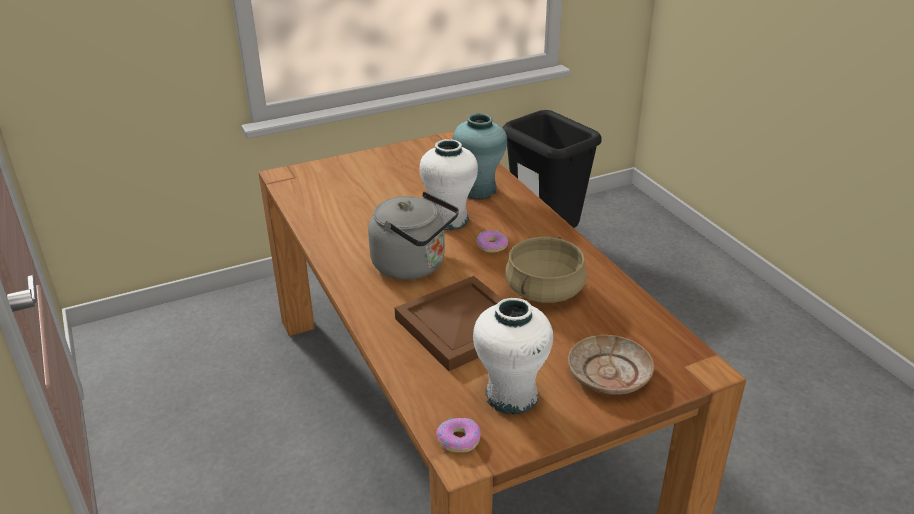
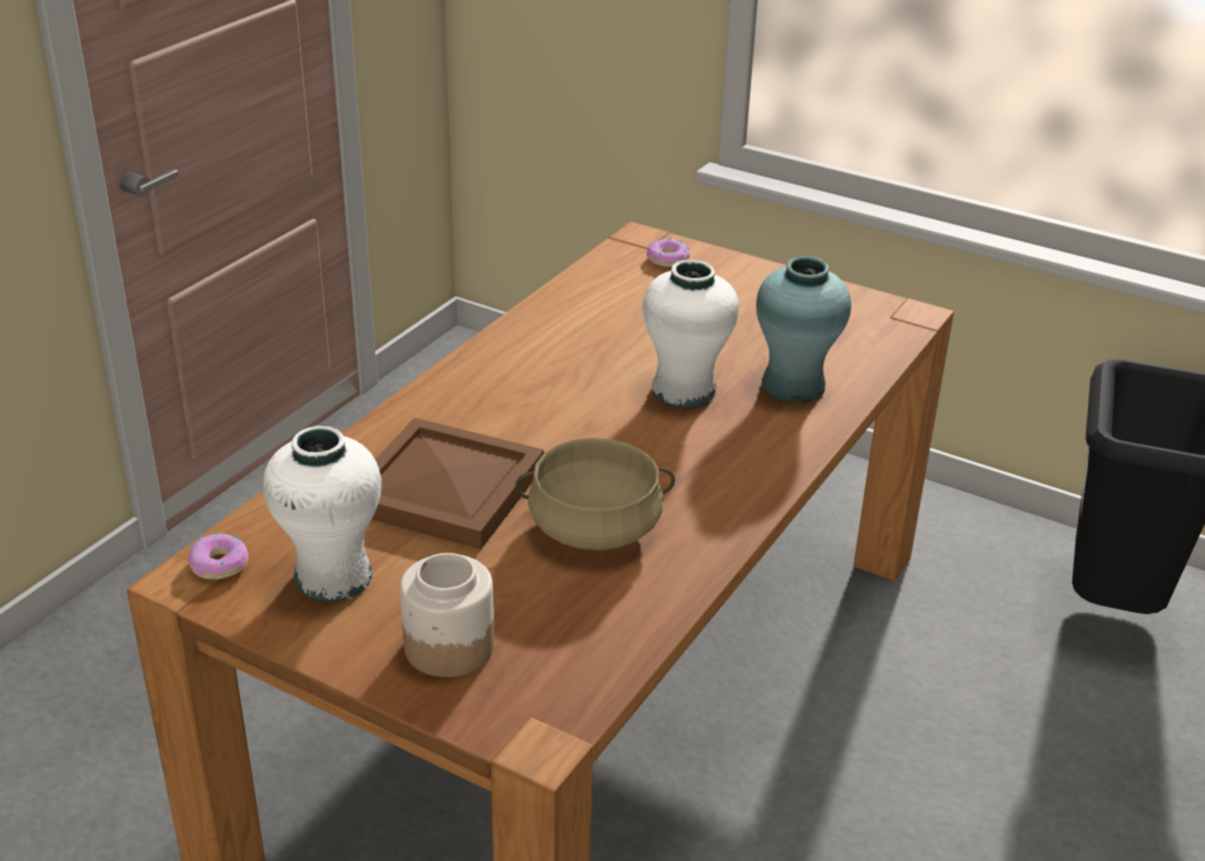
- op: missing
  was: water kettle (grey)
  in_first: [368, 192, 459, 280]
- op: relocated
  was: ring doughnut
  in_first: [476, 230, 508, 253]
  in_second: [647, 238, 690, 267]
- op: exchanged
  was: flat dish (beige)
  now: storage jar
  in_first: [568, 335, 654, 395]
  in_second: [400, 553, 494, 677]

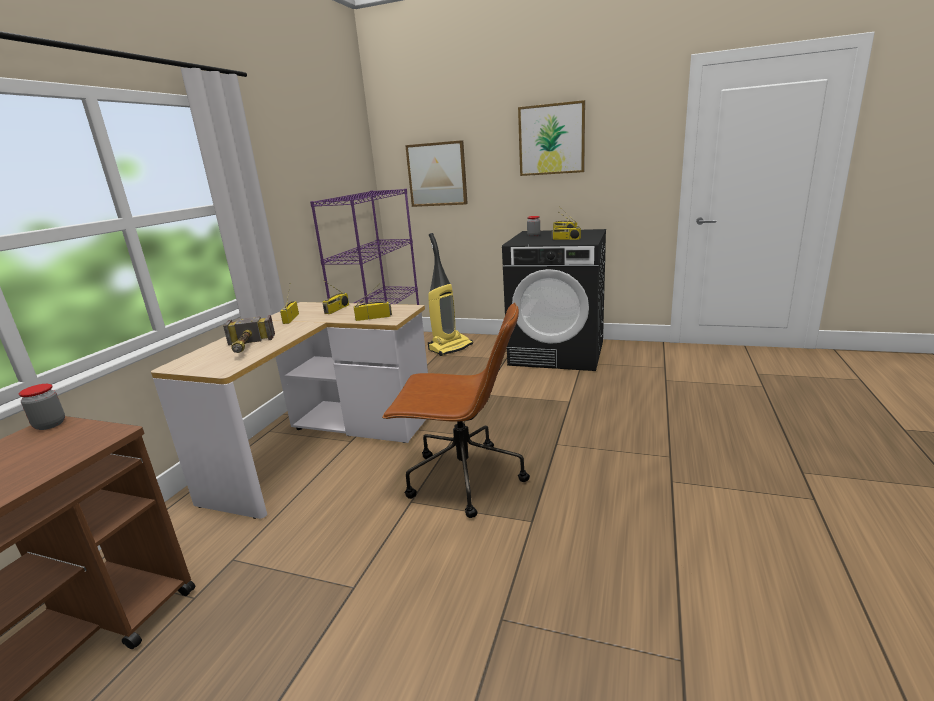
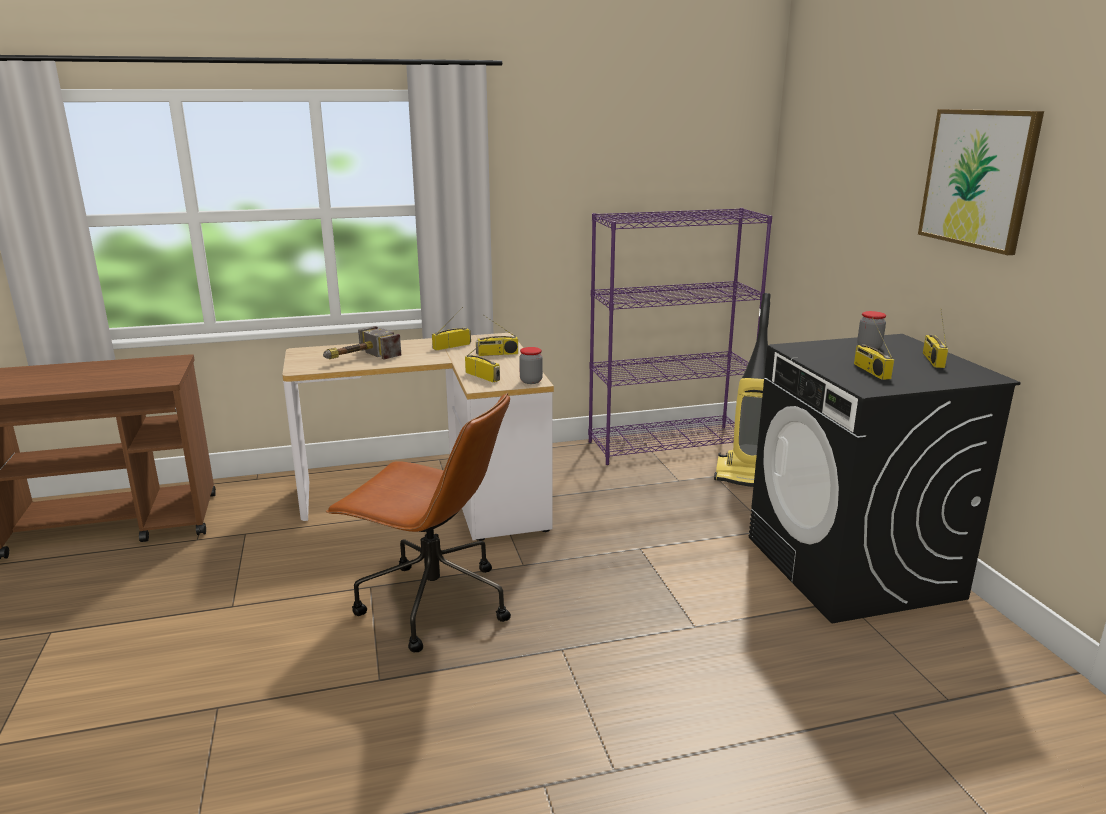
- op: relocated
  was: storage jar
  in_first: [19, 384, 65, 430]
  in_second: [519, 347, 543, 384]
- op: spun
  was: computer chair (brown-coloured)
  in_first: [382, 302, 530, 518]
  in_second: [326, 392, 511, 653]
  clockwise: -45
- op: missing
  was: wall picture
  in_first: [405, 140, 468, 207]

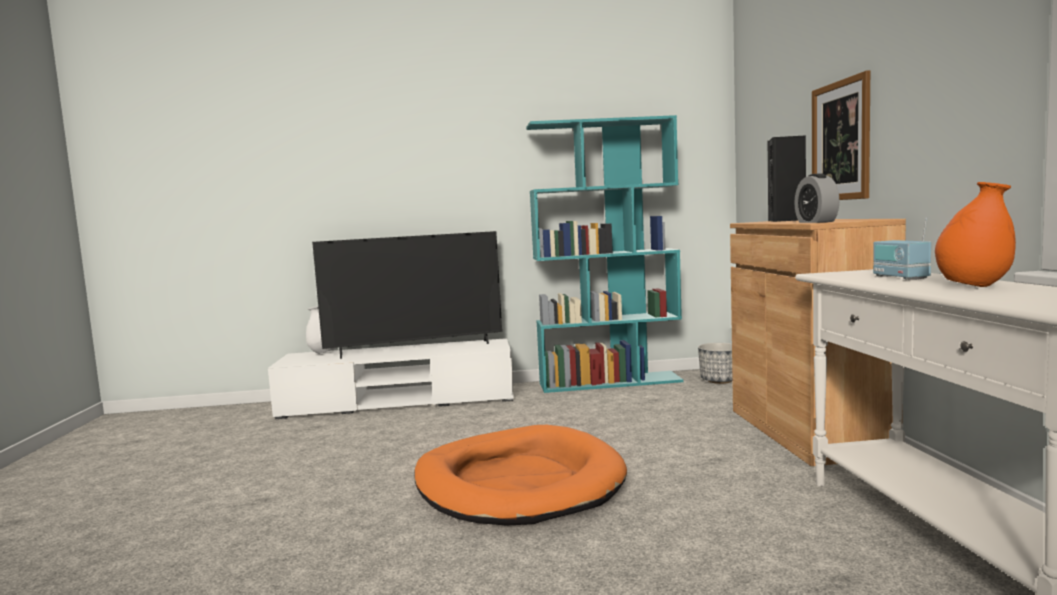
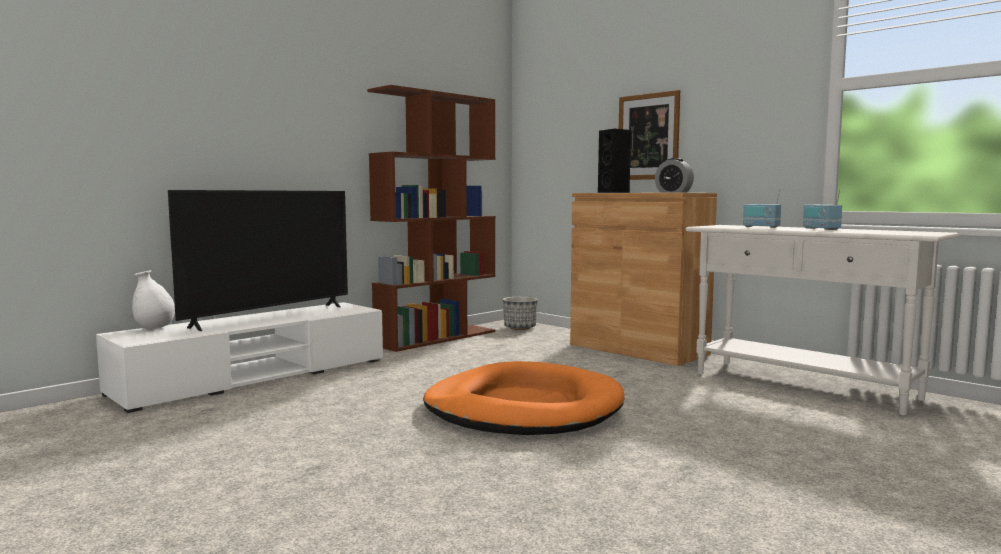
- op: colour
  was: bookshelf (blue-green)
  now: bookshelf (brown-coloured)
  in_first: [526, 115, 683, 393]
  in_second: [367, 85, 496, 352]
- op: exchanged
  was: decorative vase (orange)
  now: radio receiver
  in_first: [935, 182, 1016, 287]
  in_second: [803, 189, 842, 230]

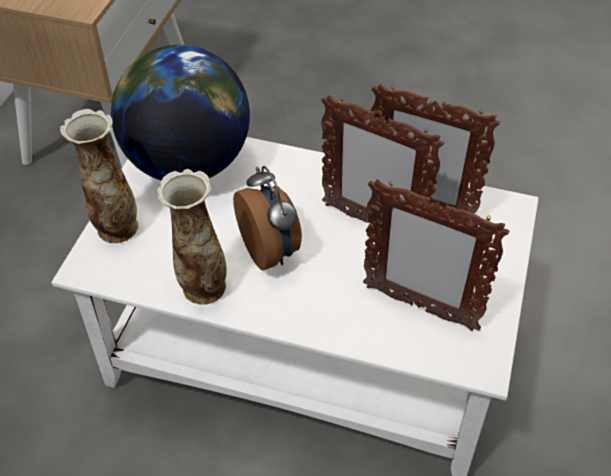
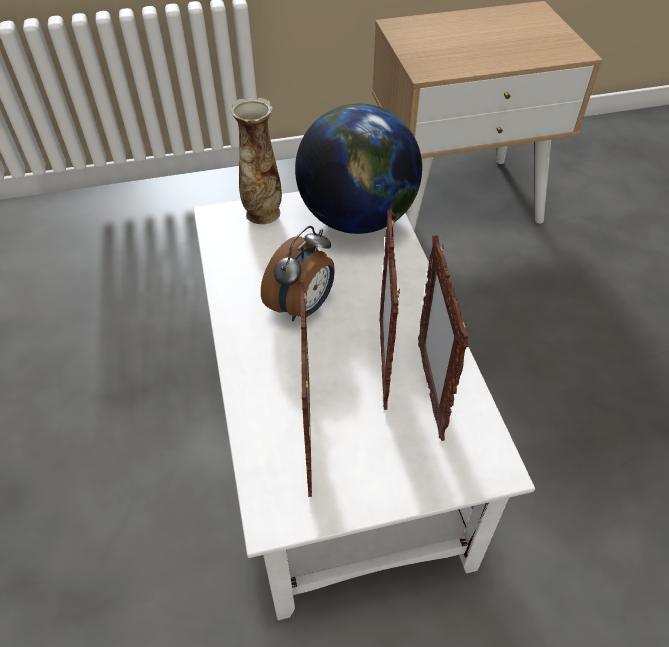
- op: missing
  was: decorative vase
  in_first: [157, 169, 227, 305]

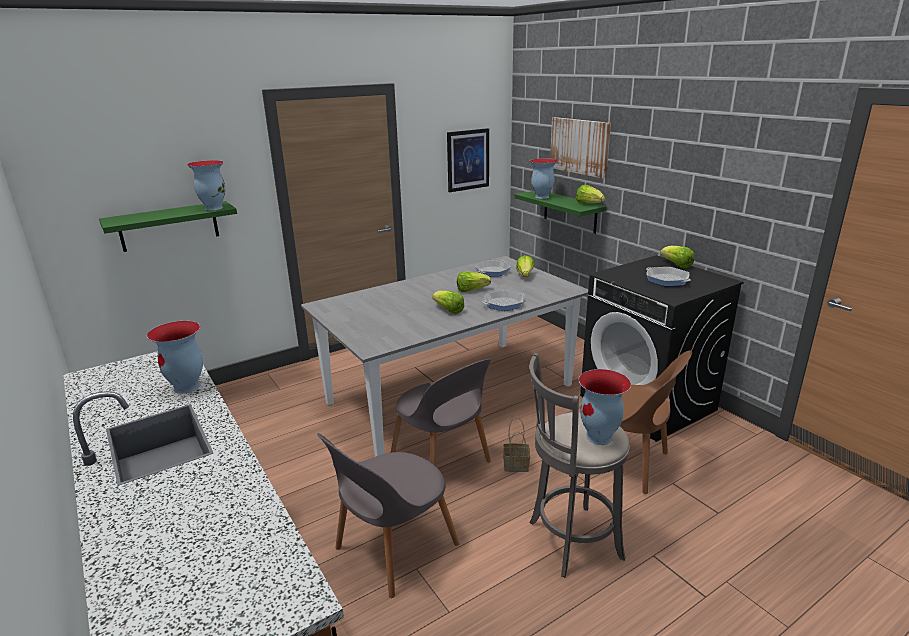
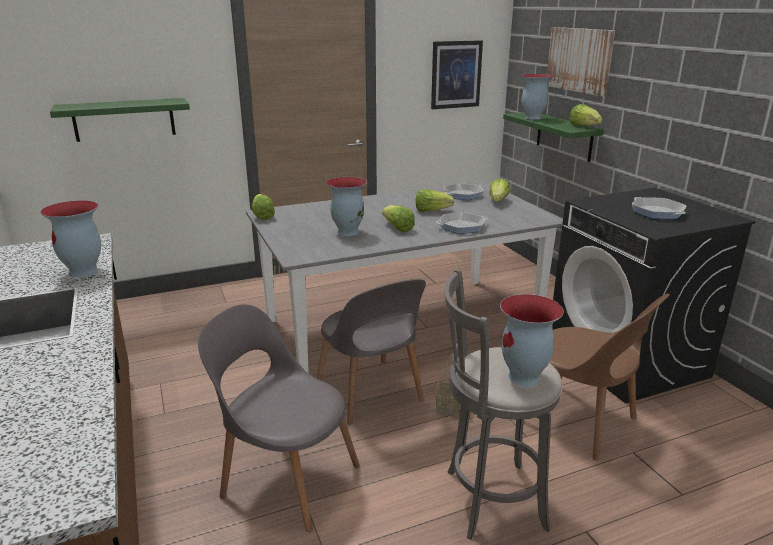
- op: relocated
  was: decorative vase
  in_first: [187, 160, 225, 211]
  in_second: [326, 177, 367, 236]
- op: spun
  was: plain chair (grey)
  in_first: [317, 433, 460, 598]
  in_second: [198, 304, 360, 532]
  clockwise: 60
- op: relocated
  was: lettuce head
  in_first: [661, 246, 694, 268]
  in_second: [251, 194, 275, 220]

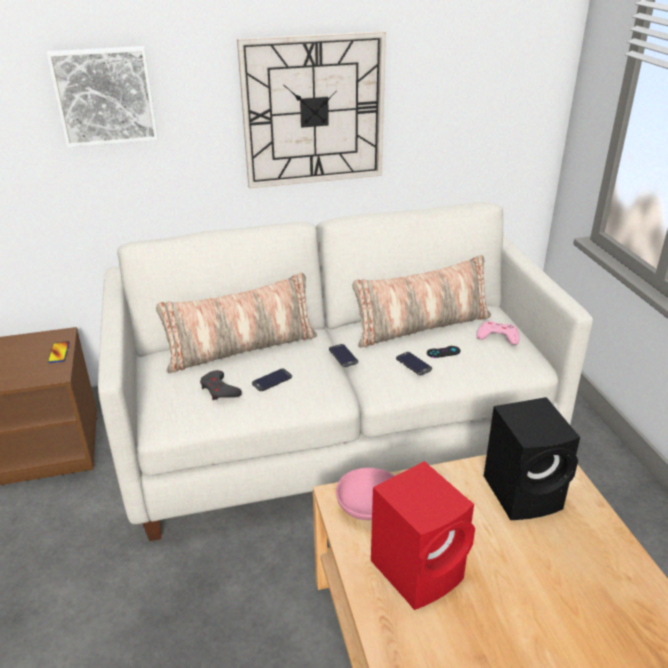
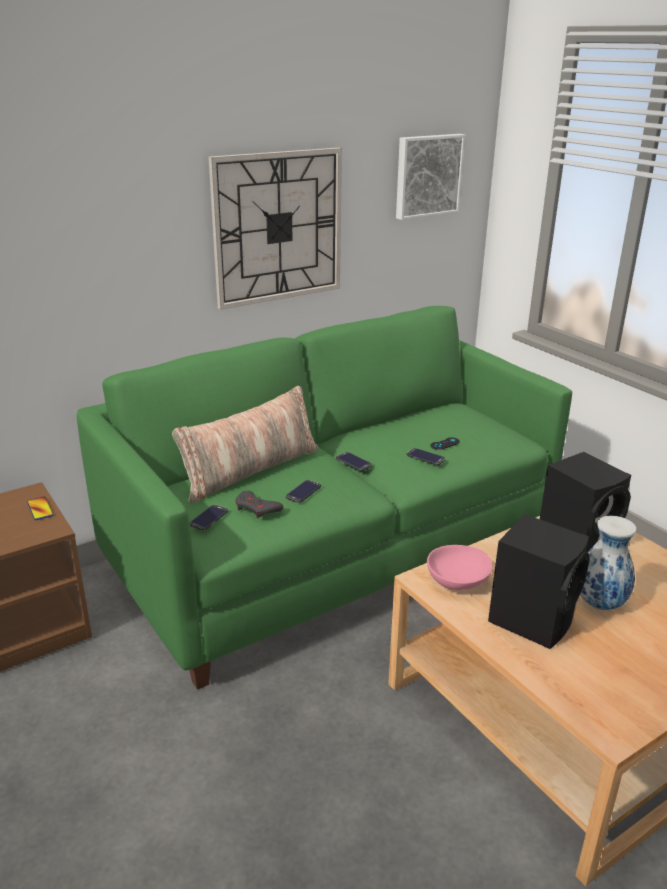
- op: relocated
  was: wall picture
  in_first: [47, 46, 158, 148]
  in_second: [396, 134, 466, 220]
- op: colour
  was: couch (white)
  now: couch (greenish)
  in_first: [98, 202, 593, 541]
  in_second: [77, 306, 572, 690]
- op: missing
  was: throw pillow
  in_first: [352, 255, 491, 348]
- op: colour
  was: speaker (red-coloured)
  now: speaker (blackish)
  in_first: [371, 461, 475, 610]
  in_second: [488, 514, 590, 649]
- op: missing
  was: gamepad (pinkish)
  in_first: [477, 321, 520, 345]
- op: appeared
  now: handset
  in_second: [190, 505, 228, 530]
- op: appeared
  now: decorative vase
  in_second: [580, 516, 636, 610]

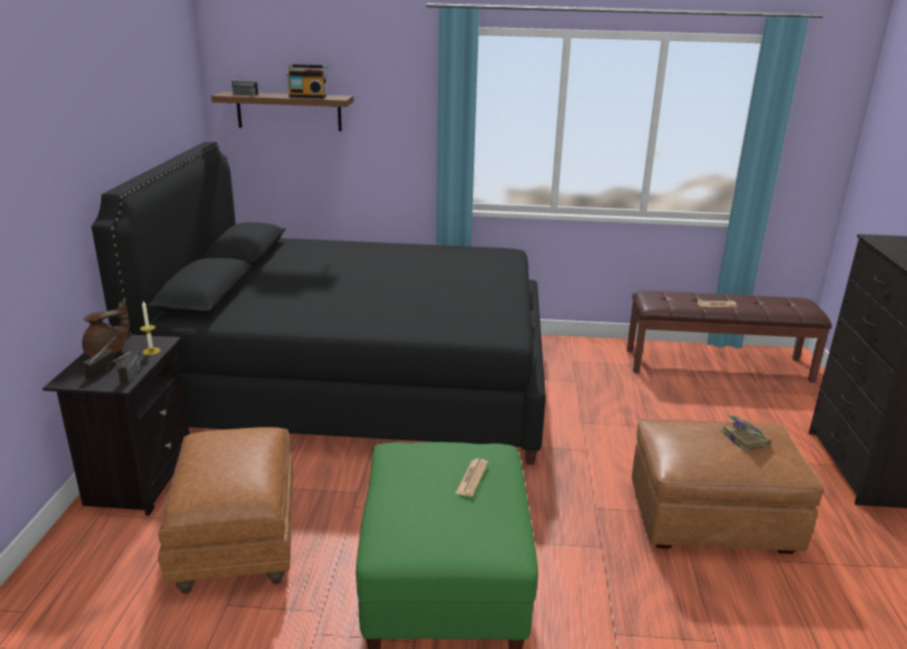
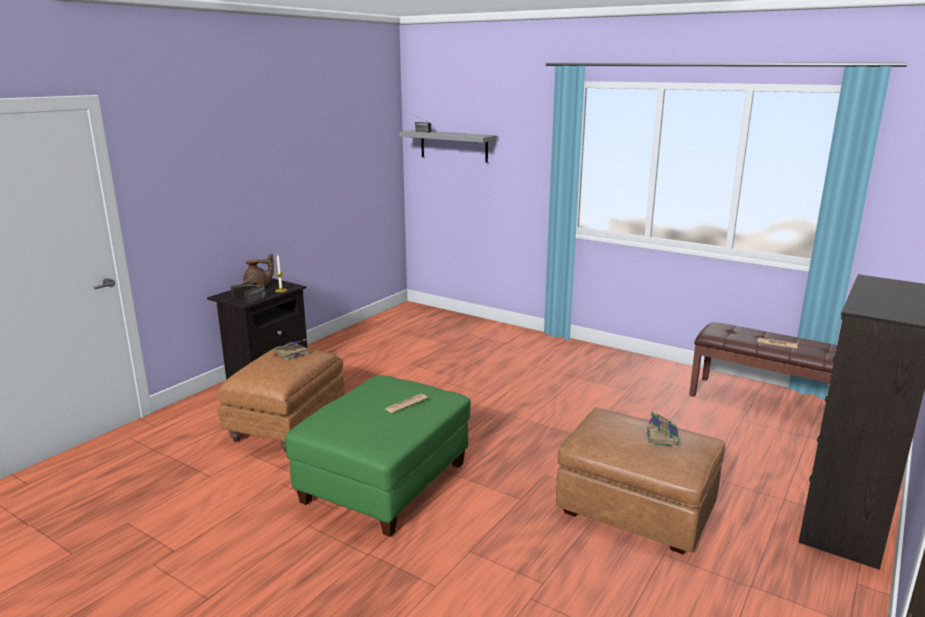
- op: missing
  was: bedroom bed (blackish)
  in_first: [91, 142, 546, 465]
- op: colour
  was: bracket shelf (brown-coloured)
  now: bracket shelf (grey)
  in_first: [211, 91, 354, 131]
  in_second: [399, 130, 497, 163]
- op: missing
  was: radio receiver
  in_first: [286, 64, 327, 98]
- op: appeared
  now: book
  in_second: [274, 339, 309, 360]

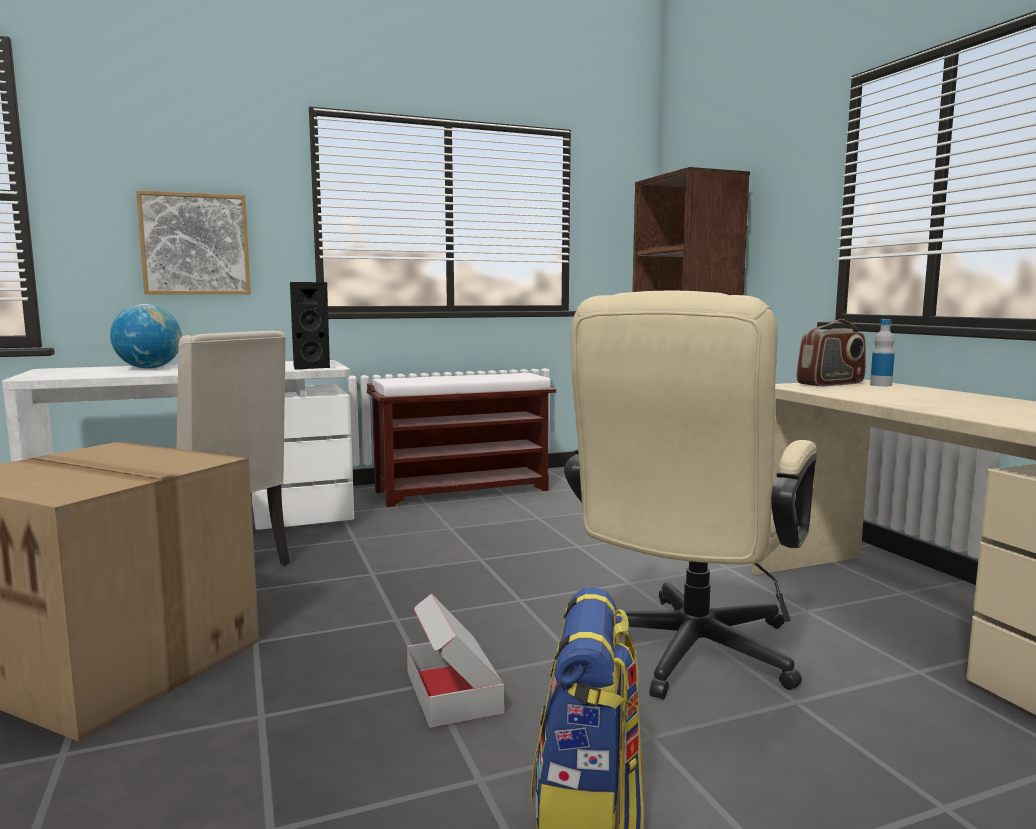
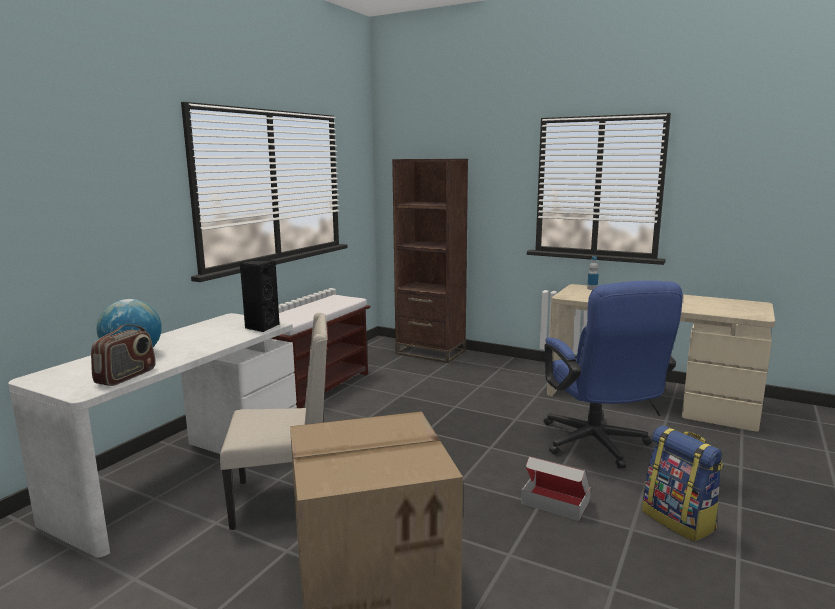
- op: missing
  was: wall picture
  in_first: [136, 190, 251, 294]
- op: colour
  was: computer chair (beige)
  now: computer chair (blue-coloured)
  in_first: [564, 291, 817, 700]
  in_second: [543, 281, 683, 469]
- op: relocated
  was: radio receiver
  in_first: [797, 319, 866, 386]
  in_second: [91, 324, 156, 386]

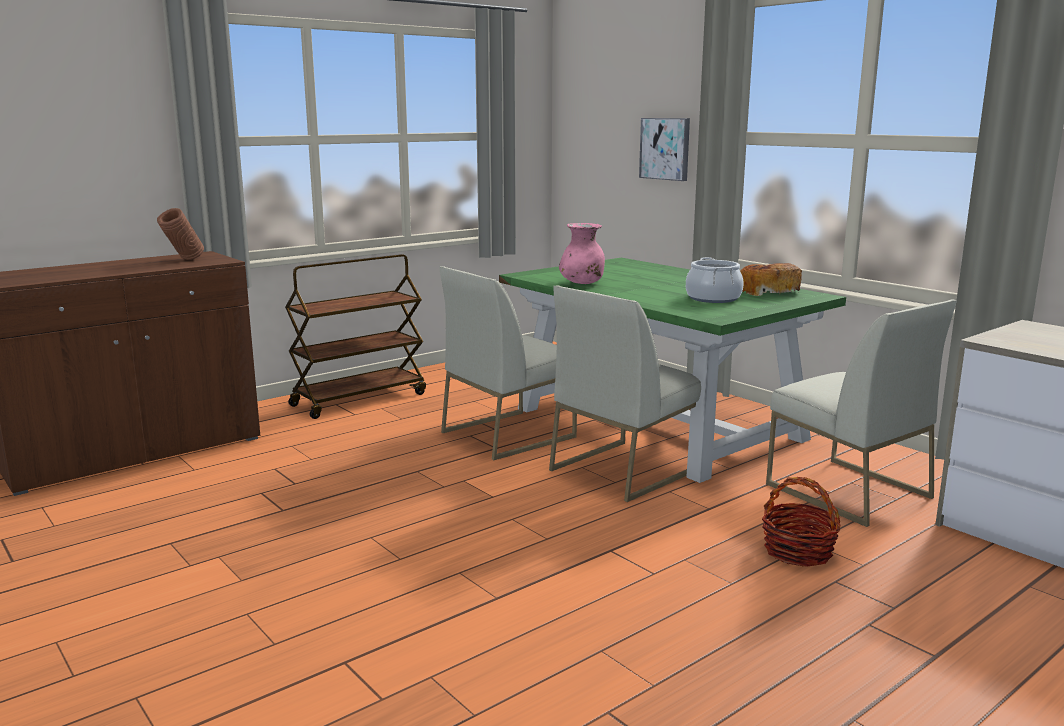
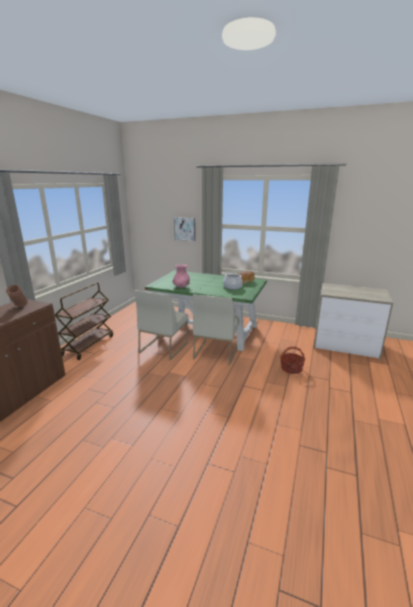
- op: missing
  was: plain chair (white)
  in_first: [766, 300, 957, 527]

